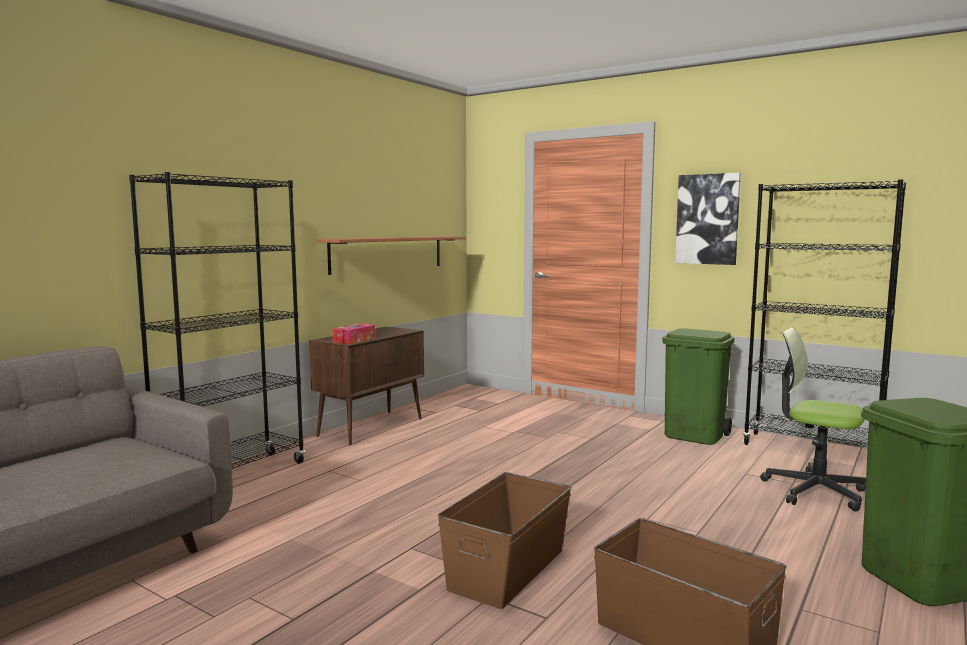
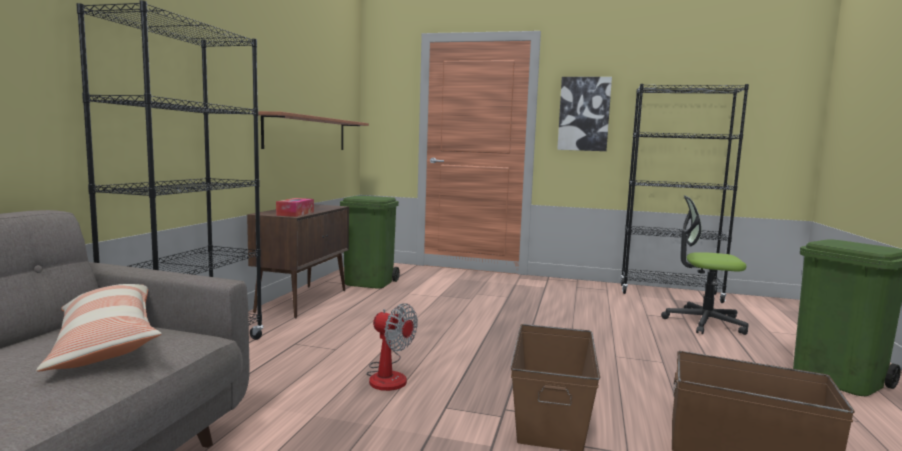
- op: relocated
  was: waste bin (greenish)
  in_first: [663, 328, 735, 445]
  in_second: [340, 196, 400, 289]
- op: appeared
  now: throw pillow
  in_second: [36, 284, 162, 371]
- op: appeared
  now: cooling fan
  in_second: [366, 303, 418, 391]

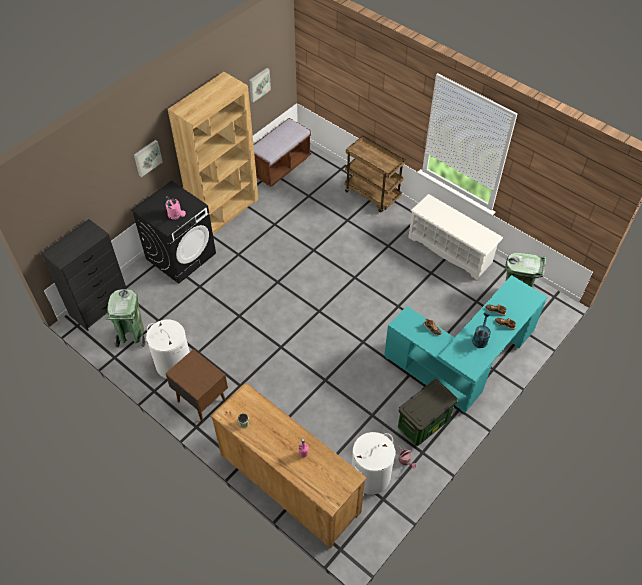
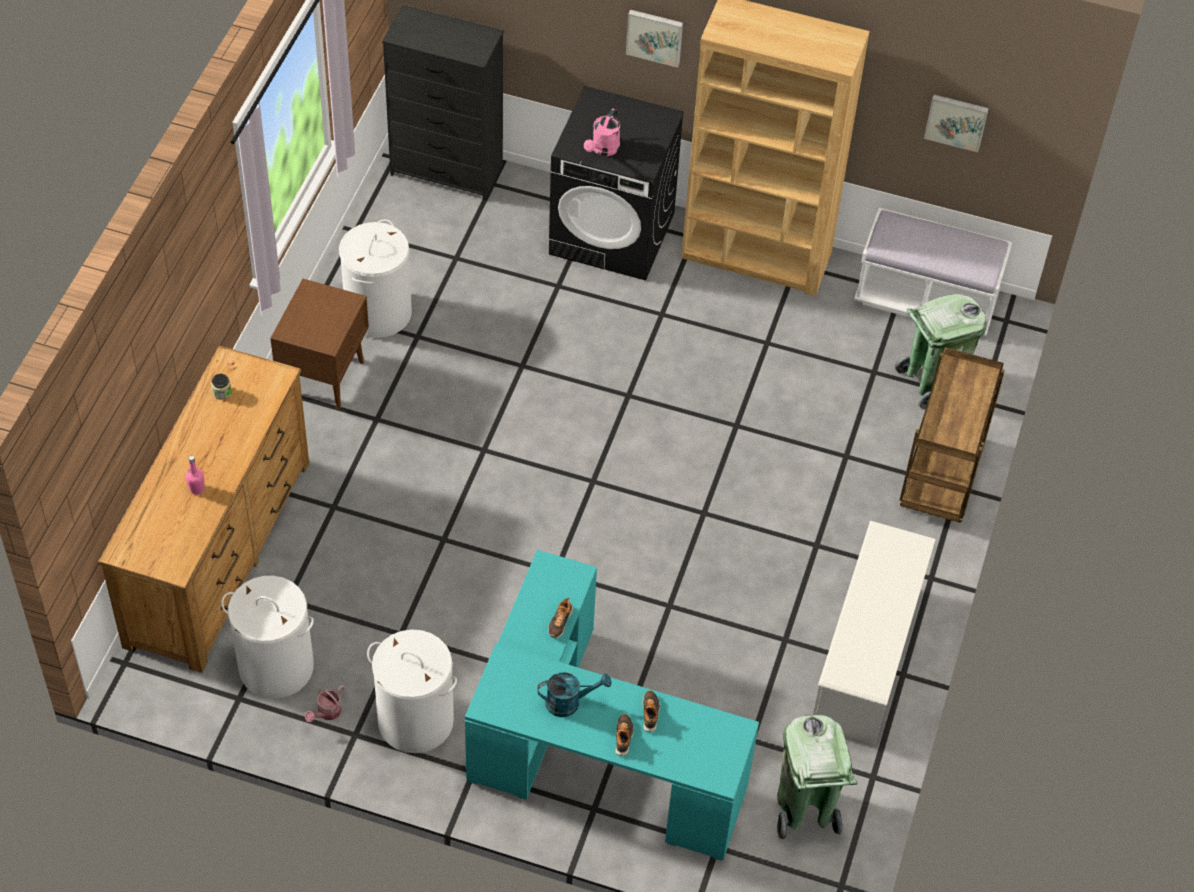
- op: relocated
  was: waste bin (greenish)
  in_first: [106, 289, 145, 348]
  in_second: [895, 294, 986, 410]
- op: colour
  was: long seat (brown-coloured)
  now: long seat (white)
  in_first: [253, 118, 311, 187]
  in_second: [854, 208, 1012, 335]
- op: exchanged
  was: storage bin
  now: washing basket (white)
  in_first: [398, 379, 458, 446]
  in_second: [367, 629, 457, 753]

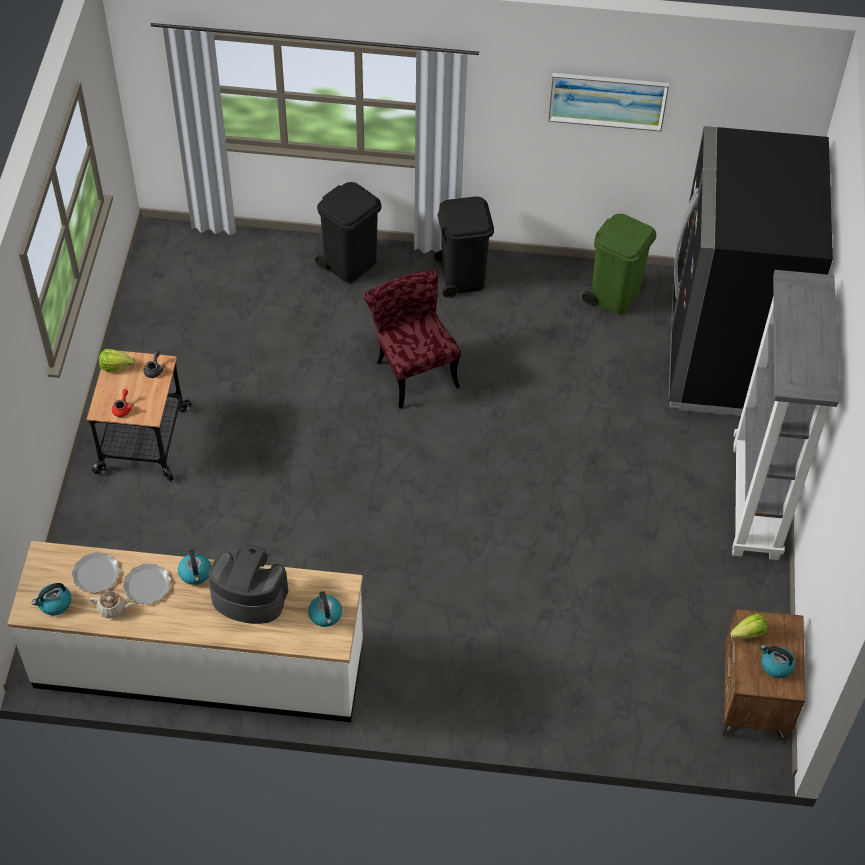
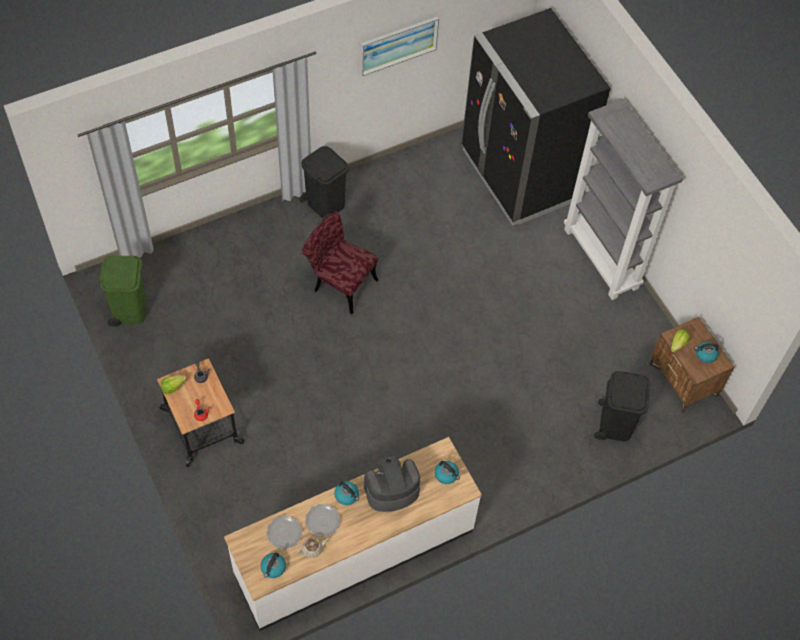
- op: relocated
  was: waste bin (blackish)
  in_first: [315, 182, 382, 283]
  in_second: [594, 371, 650, 441]
- op: relocated
  was: waste bin (greenish)
  in_first: [582, 214, 656, 315]
  in_second: [99, 256, 146, 327]

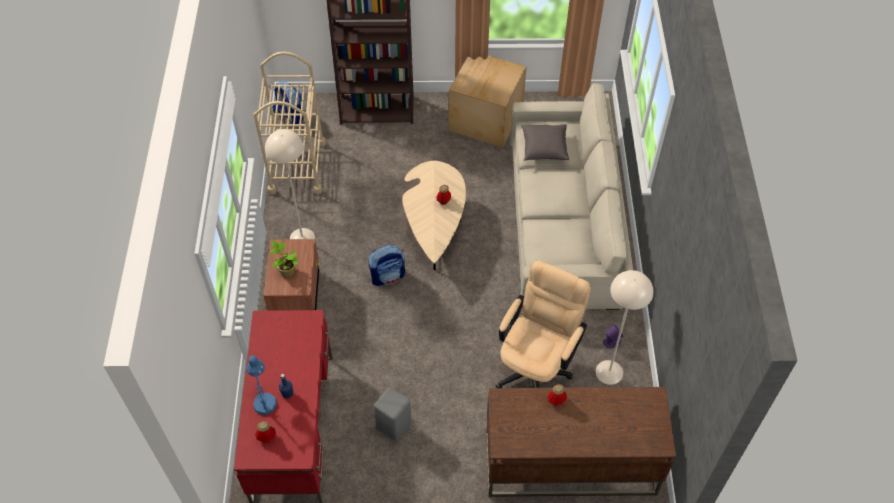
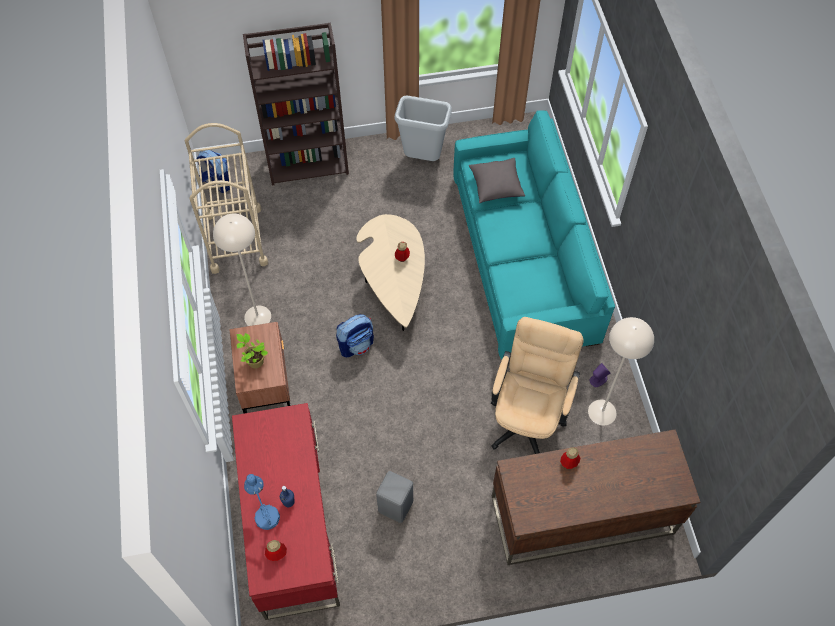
- op: exchanged
  was: packing box
  now: waste bin (grey)
  in_first: [449, 55, 527, 148]
  in_second: [395, 95, 452, 161]
- op: colour
  was: couch (beige)
  now: couch (blue-green)
  in_first: [510, 83, 633, 310]
  in_second: [454, 110, 615, 360]

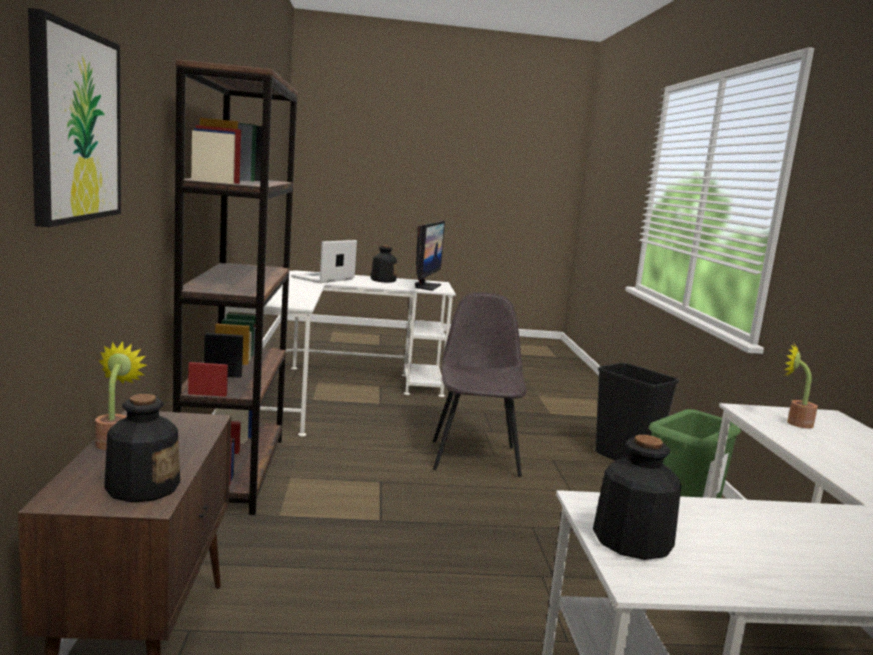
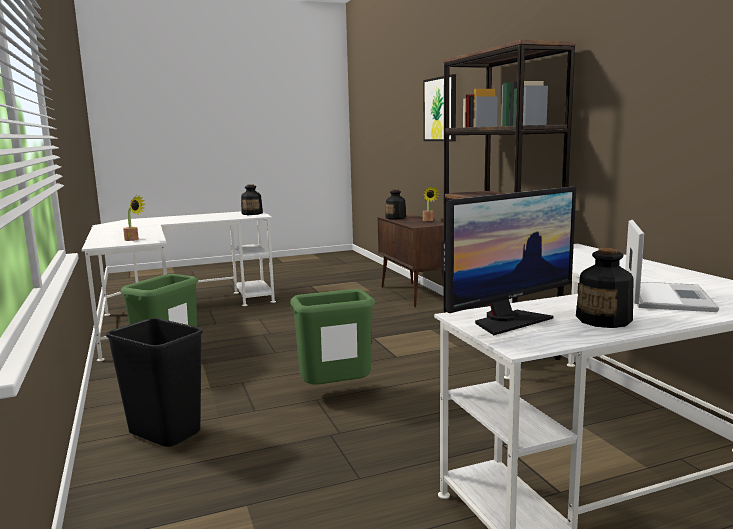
- op: spun
  was: computer screen
  in_first: [415, 221, 445, 291]
  in_second: [441, 187, 576, 335]
  clockwise: -120
- op: exchanged
  was: plain chair (grey)
  now: waste bin (greenish)
  in_first: [433, 292, 527, 477]
  in_second: [290, 289, 375, 385]

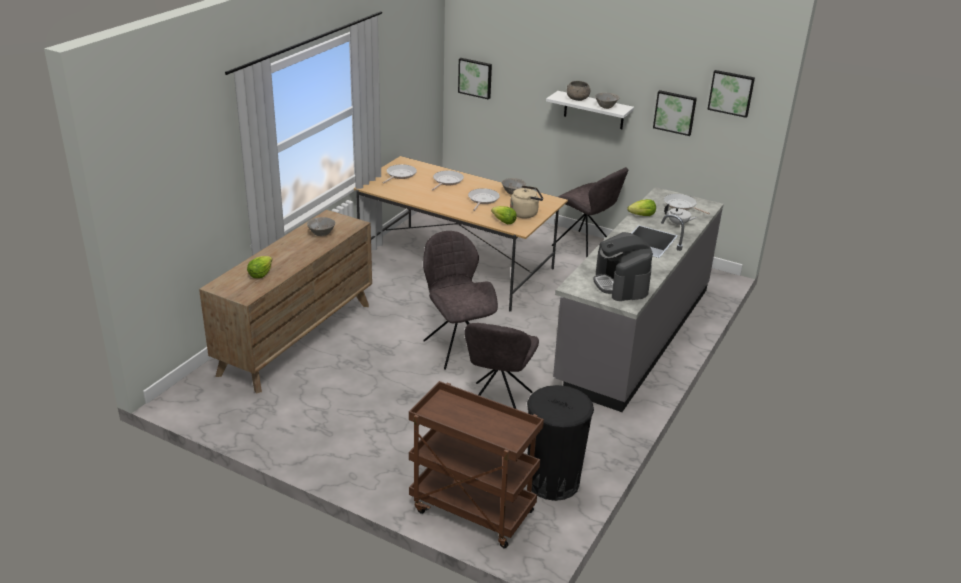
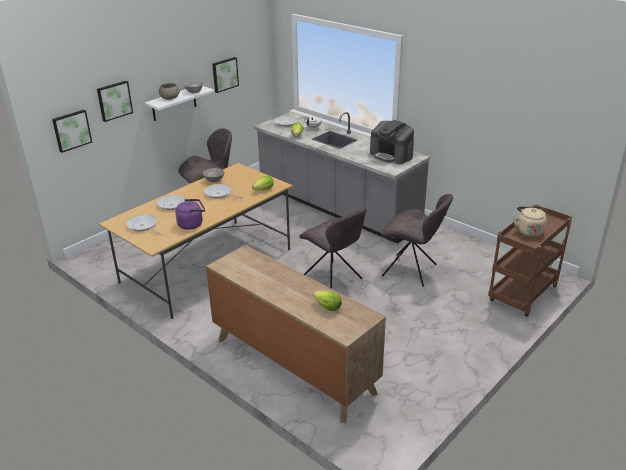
- op: missing
  was: serving bowl (grey)
  in_first: [307, 217, 336, 236]
- op: spun
  was: plain chair (grey)
  in_first: [423, 231, 498, 370]
  in_second: [299, 207, 367, 289]
  clockwise: -120
- op: relocated
  was: water kettle (beige)
  in_first: [510, 186, 543, 218]
  in_second: [513, 207, 547, 237]
- op: missing
  was: waste bin (blackish)
  in_first: [527, 385, 594, 501]
- op: spun
  was: coffee brewer
  in_first: [593, 232, 653, 301]
  in_second: [370, 120, 414, 164]
  clockwise: 45
- op: relocated
  was: wall picture
  in_first: [707, 70, 755, 118]
  in_second: [97, 81, 133, 122]
- op: appeared
  now: water kettle (purple-coloured)
  in_second: [175, 199, 205, 230]

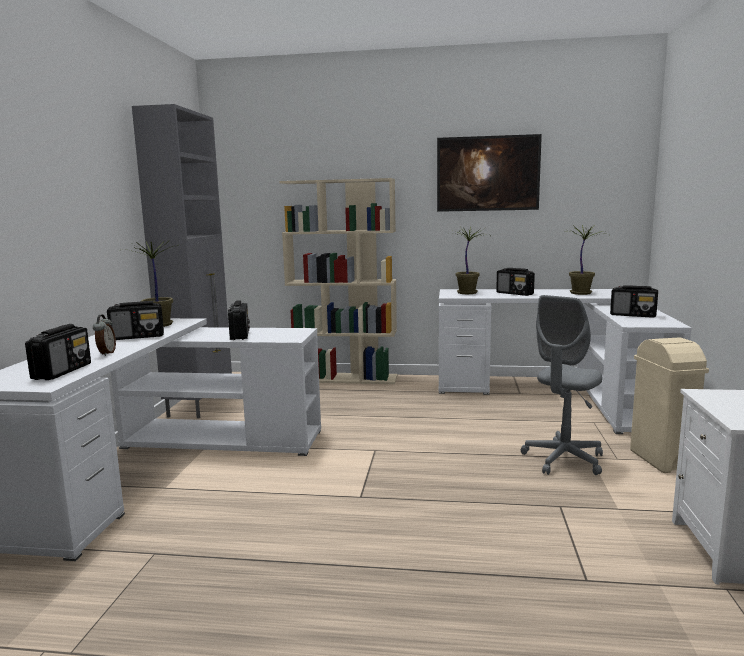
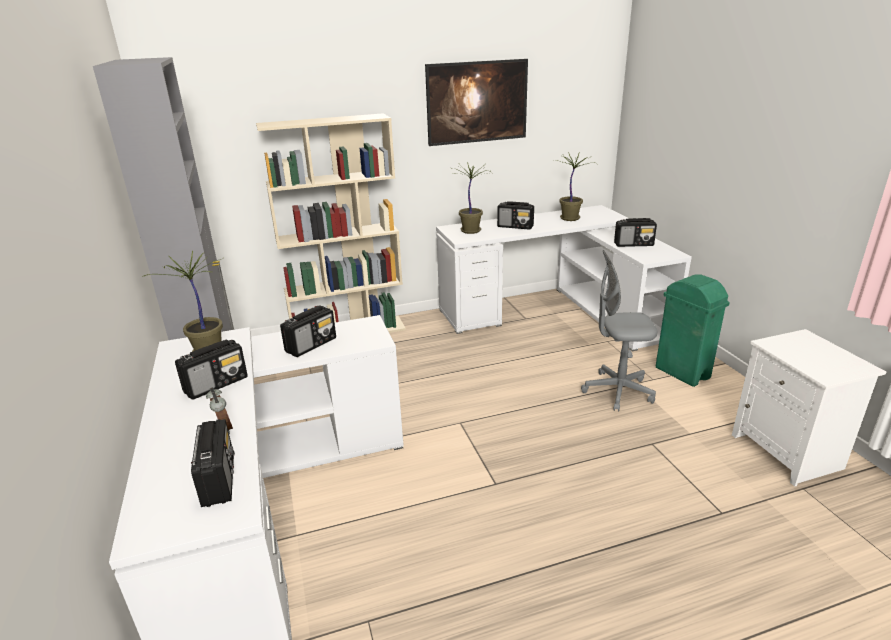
- op: spun
  was: radio receiver
  in_first: [228, 300, 250, 340]
  in_second: [280, 306, 336, 357]
  clockwise: 75
- op: spun
  was: computer chair (grey)
  in_first: [521, 295, 603, 475]
  in_second: [581, 250, 657, 411]
  clockwise: 75
- op: colour
  was: waste bin (beige)
  now: waste bin (greenish)
  in_first: [630, 338, 709, 473]
  in_second: [656, 274, 730, 387]

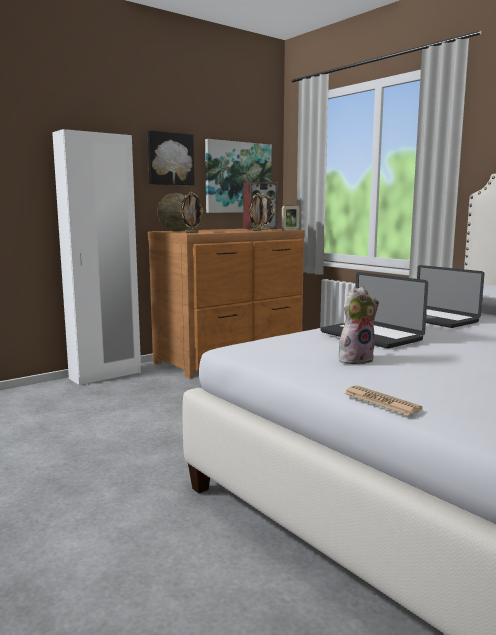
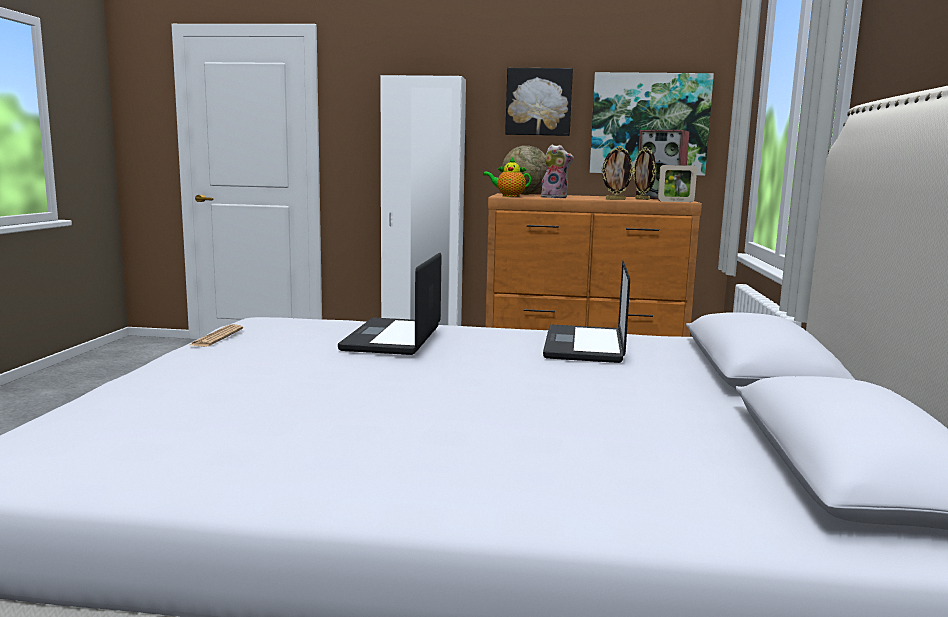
- op: exchanged
  was: picture frame
  now: teapot
  in_first: [180, 192, 203, 233]
  in_second: [483, 156, 531, 197]
- op: relocated
  was: plush toy
  in_first: [339, 287, 379, 364]
  in_second: [541, 144, 574, 198]
- op: relocated
  was: printed paper
  in_first: [344, 385, 423, 415]
  in_second: [188, 324, 243, 347]

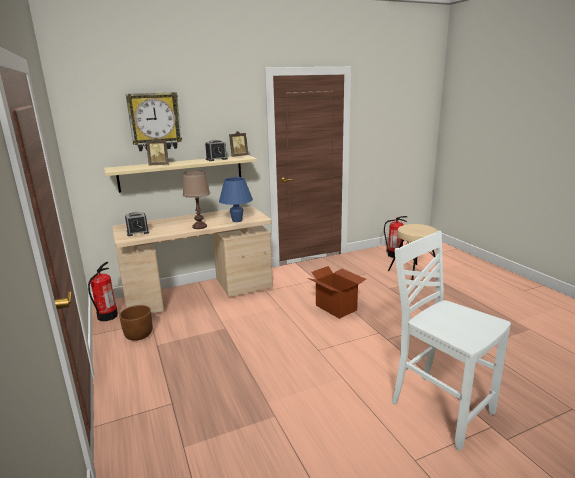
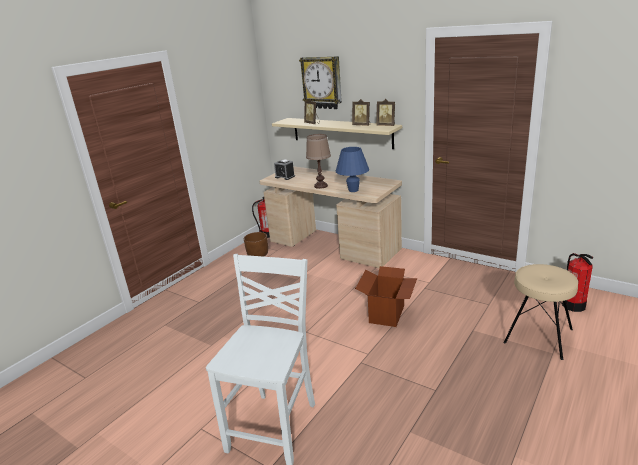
- op: exchanged
  was: bedside clock
  now: picture frame
  in_first: [205, 140, 228, 161]
  in_second: [352, 99, 370, 126]

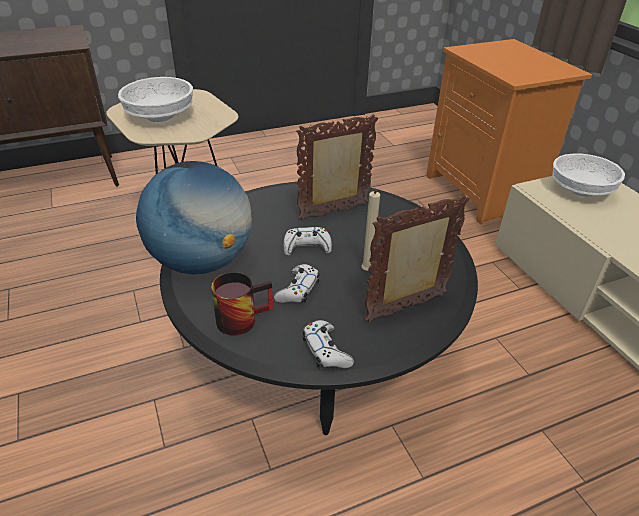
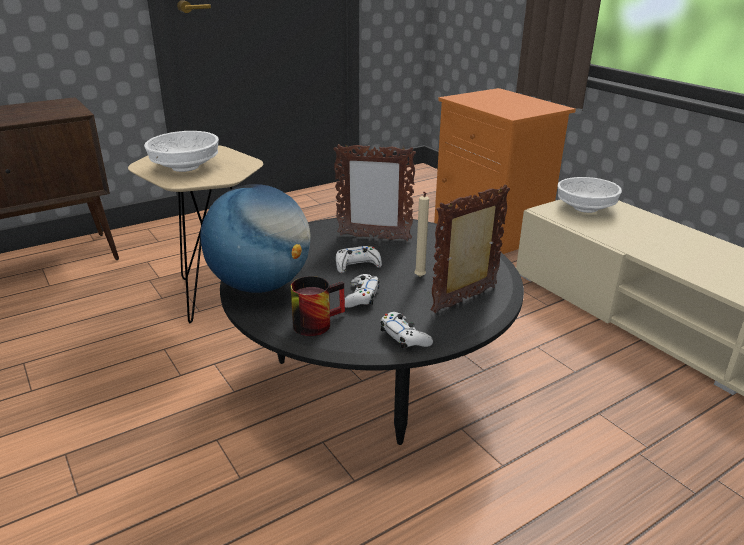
- op: spun
  was: picture frame
  in_first: [296, 114, 378, 221]
  in_second: [334, 143, 416, 241]
  clockwise: -135

